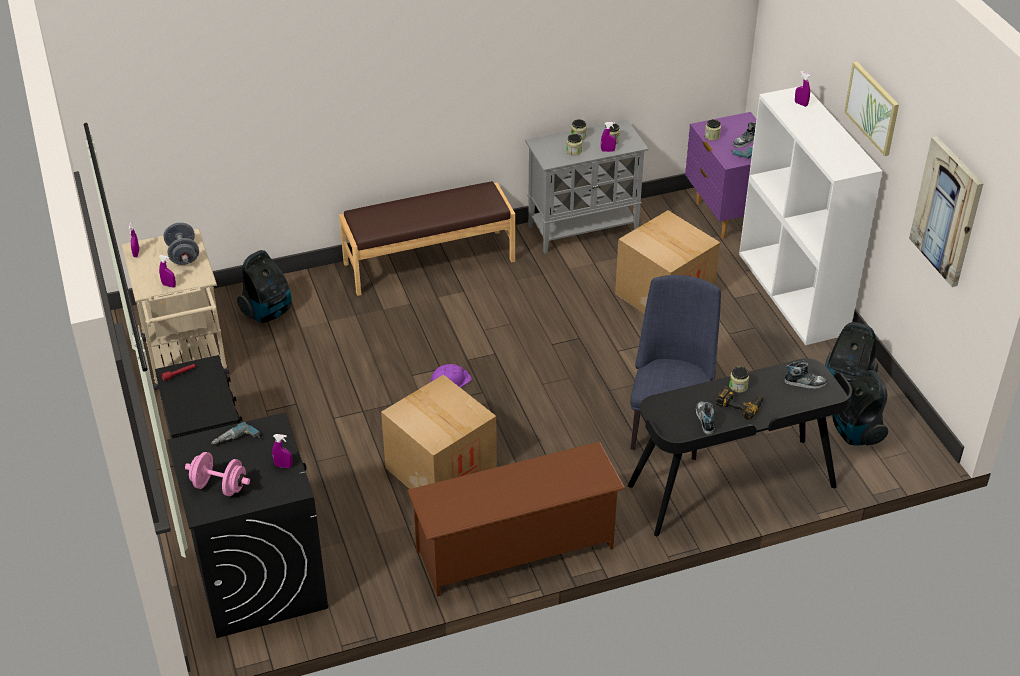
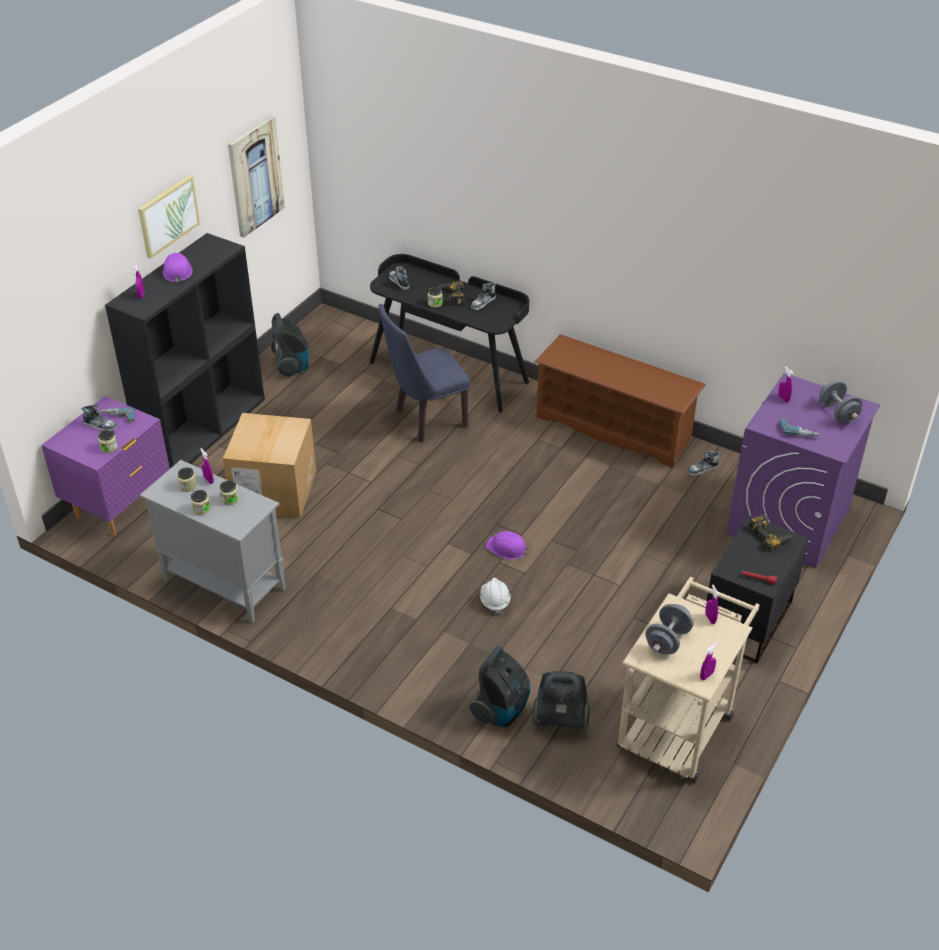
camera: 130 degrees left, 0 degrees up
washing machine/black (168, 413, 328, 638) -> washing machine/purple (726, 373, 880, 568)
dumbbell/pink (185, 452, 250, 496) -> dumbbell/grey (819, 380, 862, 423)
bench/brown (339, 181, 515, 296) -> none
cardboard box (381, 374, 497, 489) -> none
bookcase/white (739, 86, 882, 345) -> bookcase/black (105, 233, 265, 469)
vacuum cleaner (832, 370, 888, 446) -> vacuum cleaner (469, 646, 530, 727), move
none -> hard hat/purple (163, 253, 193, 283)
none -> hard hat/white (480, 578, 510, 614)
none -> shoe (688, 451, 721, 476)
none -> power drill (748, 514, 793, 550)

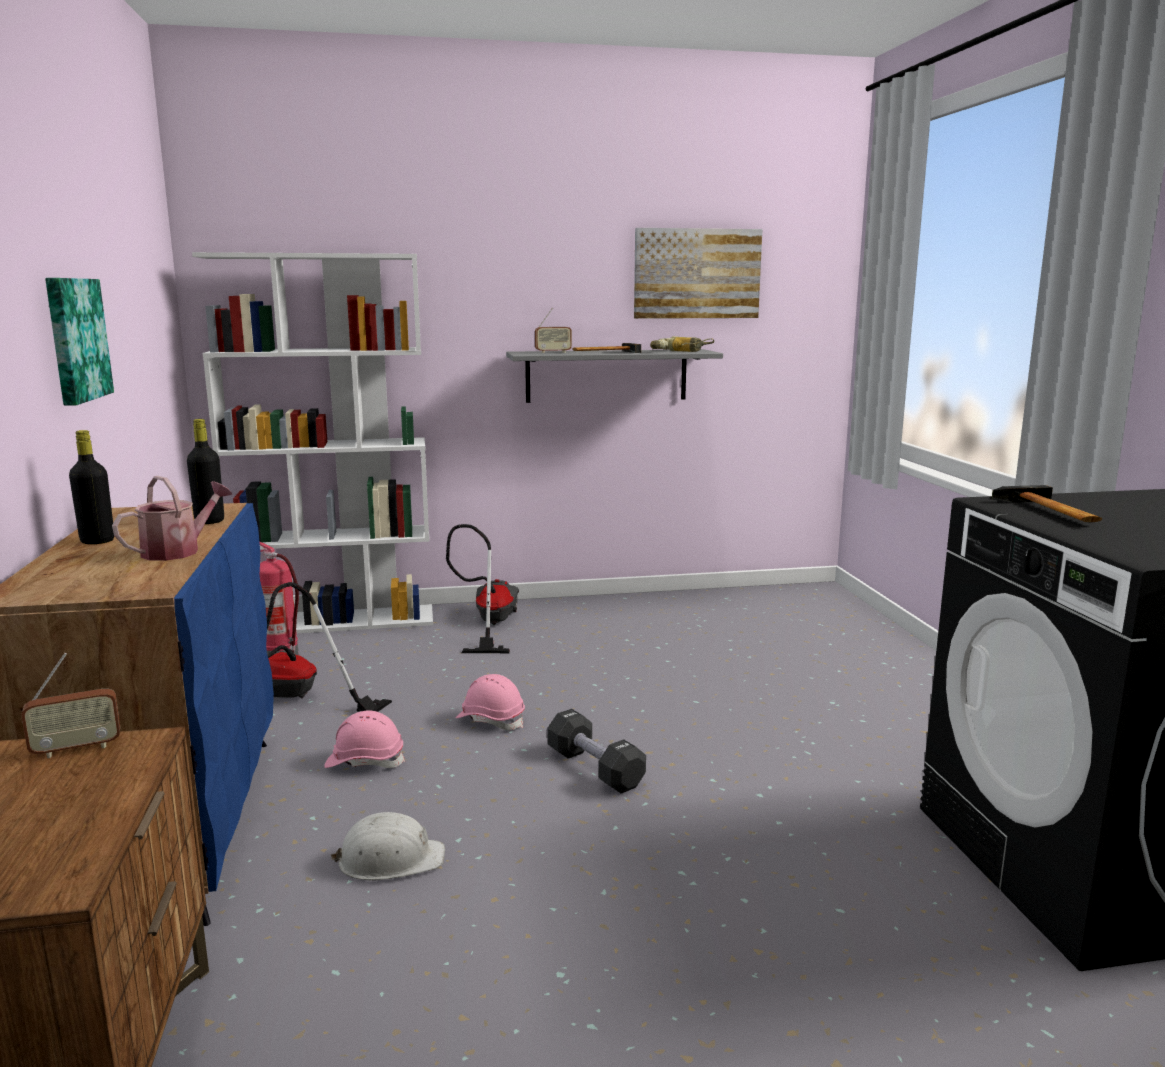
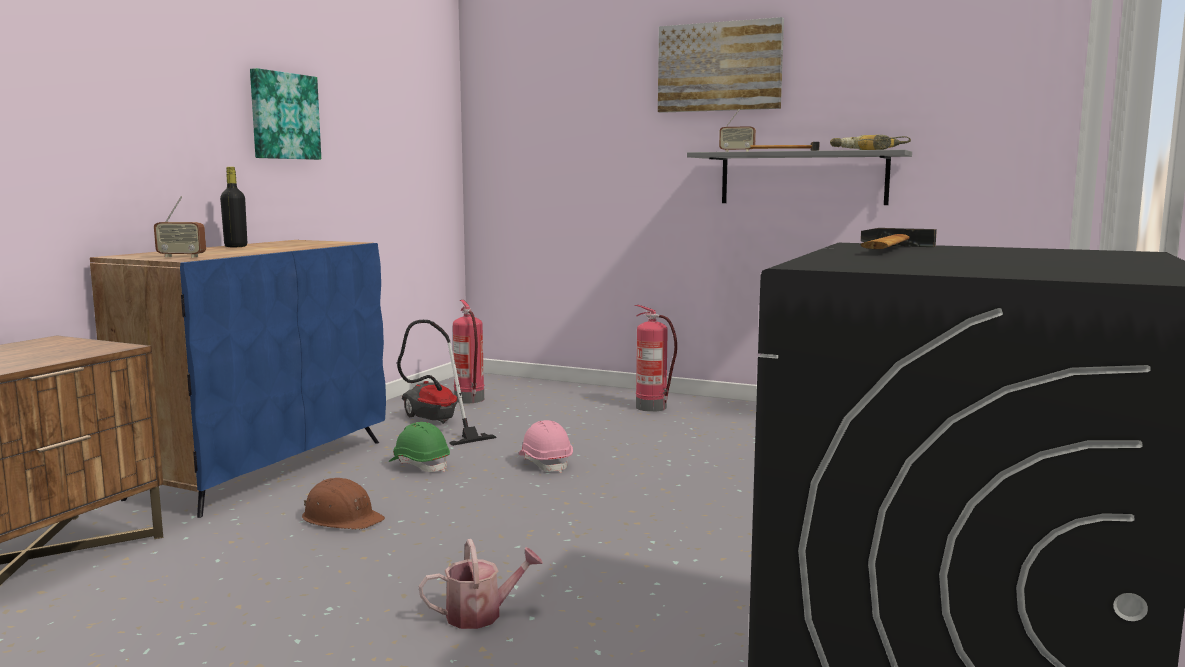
camera: 35 degrees right, 5 degrees down
radio (21, 653, 120, 758) -> radio (154, 196, 206, 258), move
watering can (112, 476, 232, 561) -> watering can (419, 539, 543, 629), move
bottle/black (187, 419, 224, 524) -> none
bookcase/white (192, 252, 433, 633) -> none
hard hat/pink (324, 710, 405, 768) -> hard hat/green (389, 422, 450, 472)
hard hat/white (330, 812, 445, 880) -> hard hat/brown (302, 478, 385, 530)
vacuum cleaner (446, 524, 519, 654) -> fire extinguisher (634, 305, 677, 412)
dumbbell/black (547, 709, 646, 794) -> none
picture (634, 228, 763, 319) -> picture (658, 17, 784, 113), move

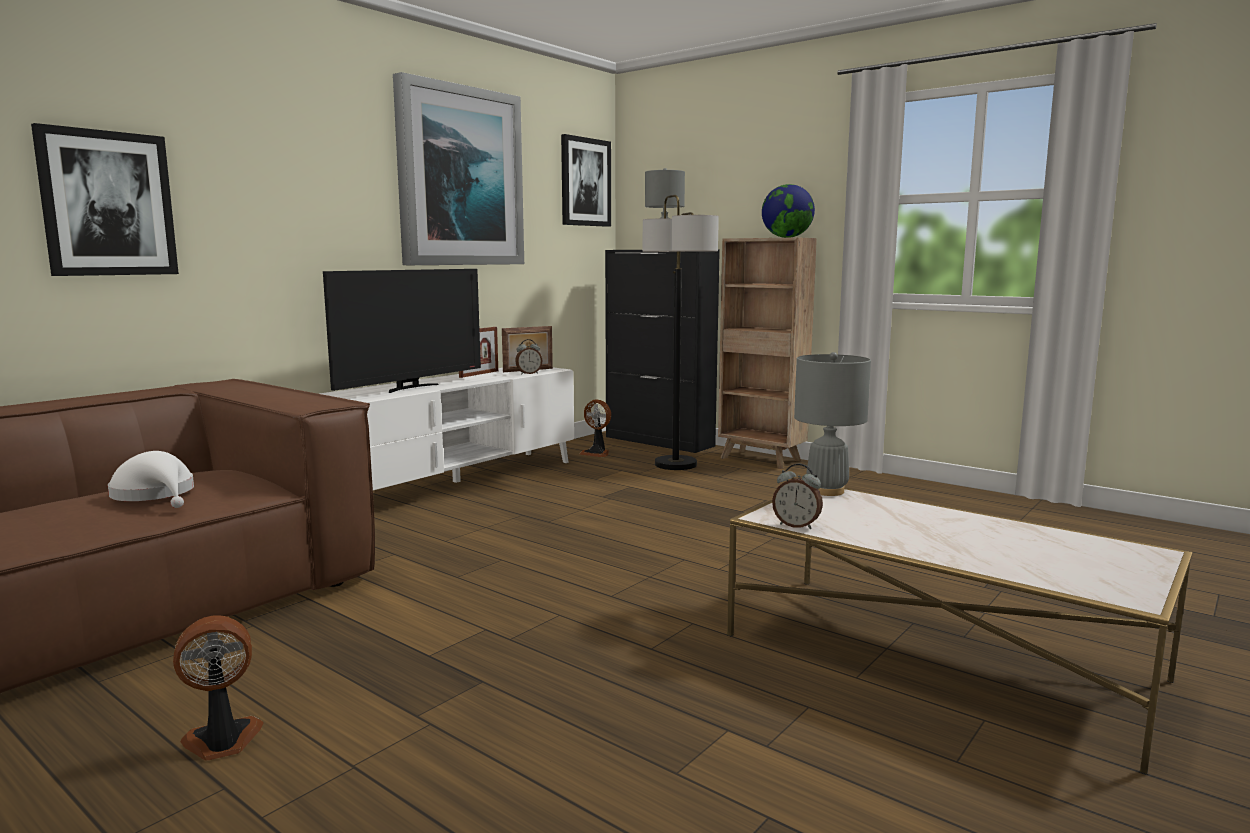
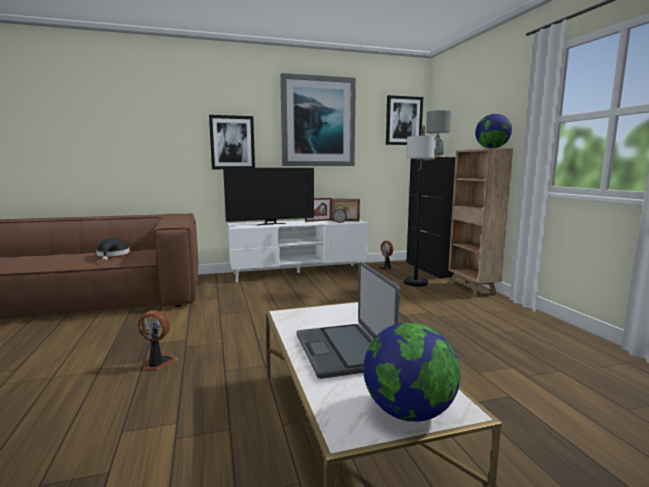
camera: 35 degrees right, 0 degrees up
picture (31, 123, 179, 276) -> picture (209, 115, 255, 169), move
hat/white (108, 451, 194, 508) -> hat/black (96, 238, 130, 261)
fan (173, 615, 263, 761) -> fan (138, 310, 178, 370), move
alarm clock (772, 464, 823, 529) -> none
table lamp/grey (794, 352, 871, 496) -> none
none -> laptop (296, 262, 400, 379)
none -> globe (363, 322, 461, 422)

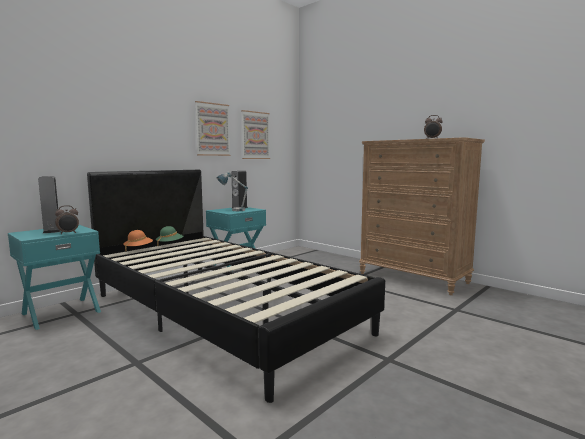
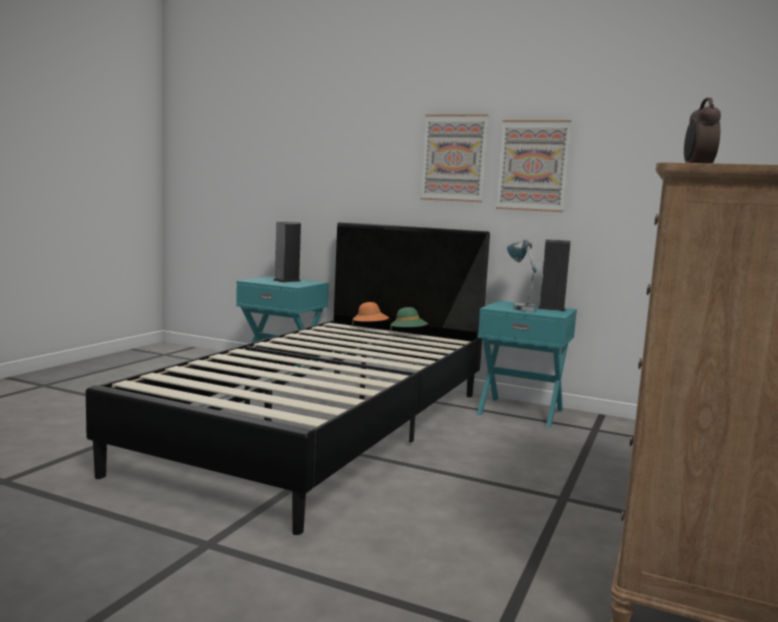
camera: 70 degrees right, 0 degrees up
alarm clock (55, 205, 79, 234) -> none
picture (241, 110, 270, 159) -> picture (421, 114, 488, 202), move

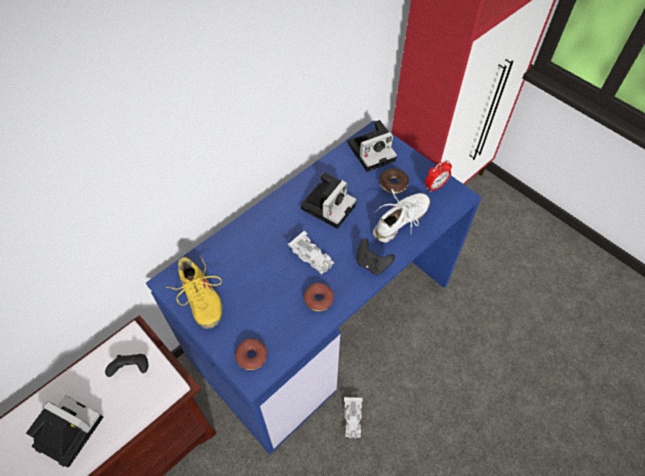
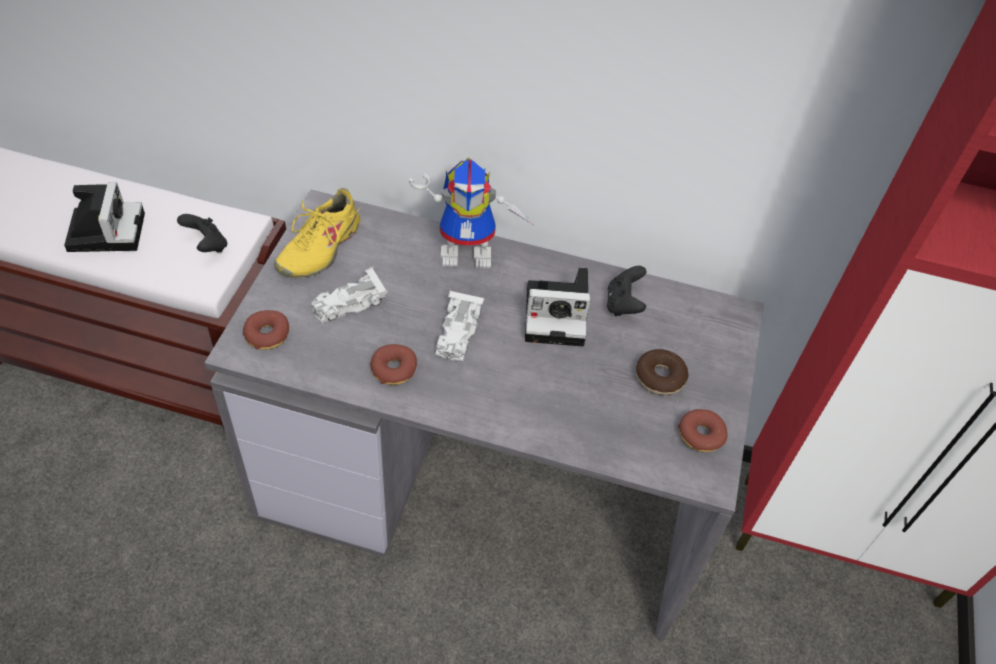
camera: 55 degrees right, 5 degrees down
desk/blue (146, 120, 482, 455) -> desk/grey (204, 190, 764, 640)
toy car/white (344, 397, 363, 439) -> toy car/white (310, 266, 388, 324), move
photo camera (348, 120, 397, 172) -> none
game controller/black (356, 238, 395, 275) -> game controller/black (607, 266, 647, 316), move
shoe/white (373, 189, 430, 243) -> none
alarm clock (425, 160, 452, 193) -> donut (678, 409, 728, 452)
none -> toy robot (409, 157, 534, 268)

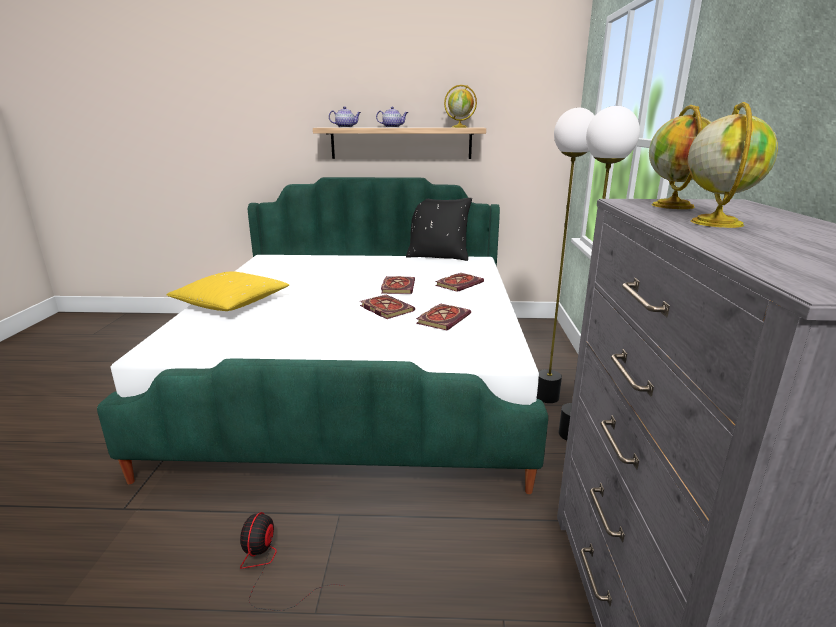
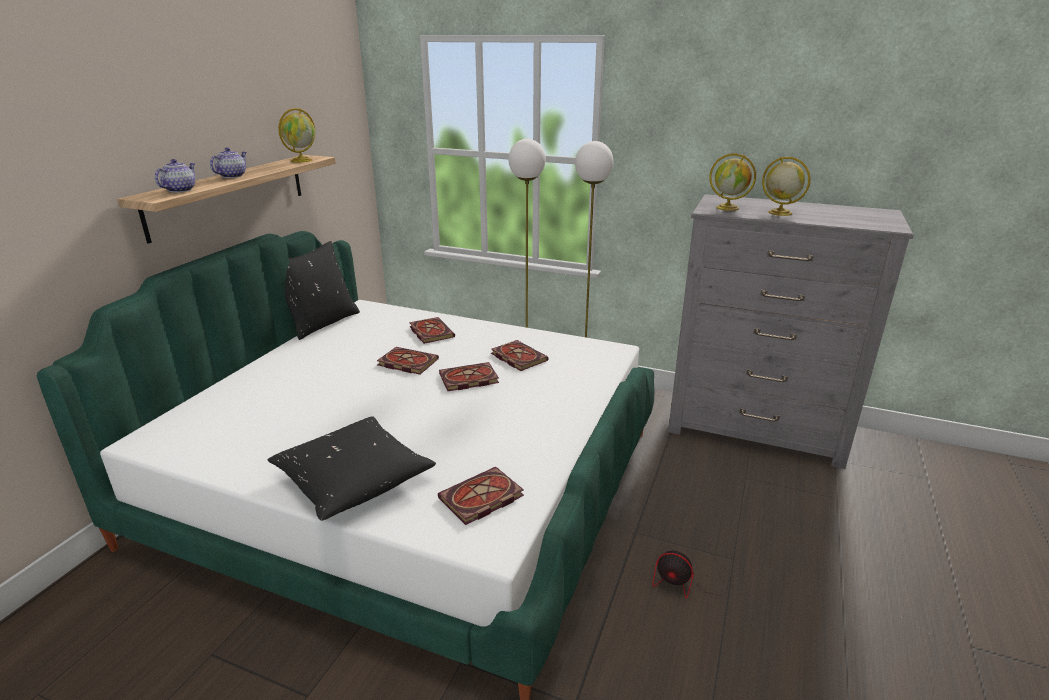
camera: 70 degrees left, 5 degrees up
pillow/yellow (166, 271, 289, 311) -> pillow/black (267, 416, 436, 520)
none -> book (438, 466, 524, 525)

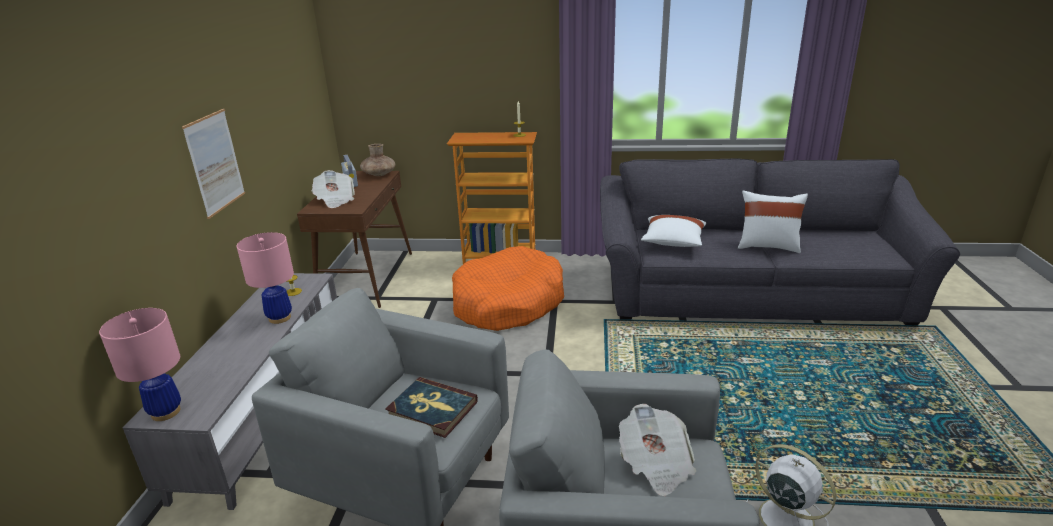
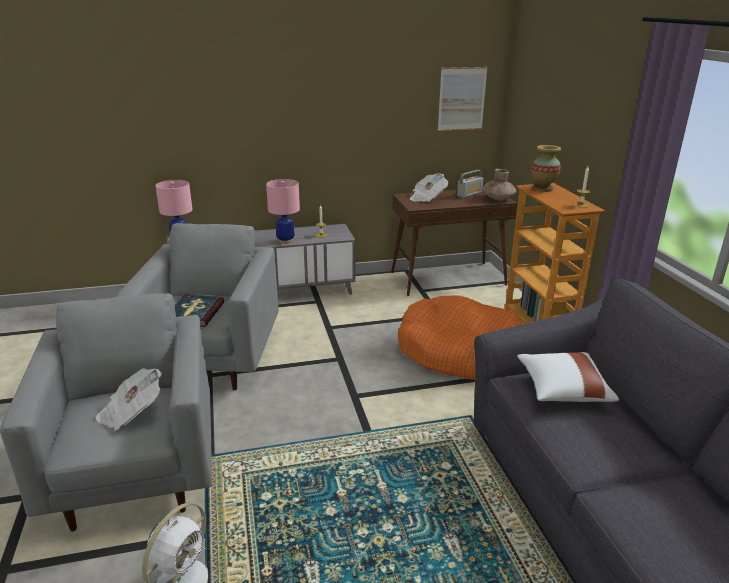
camera: 70 degrees right, 0 degrees up
picture (182, 109, 245, 219) -> picture (438, 67, 488, 131), move
pillow/white (738, 190, 808, 253) -> none
none -> vase (531, 145, 561, 192)

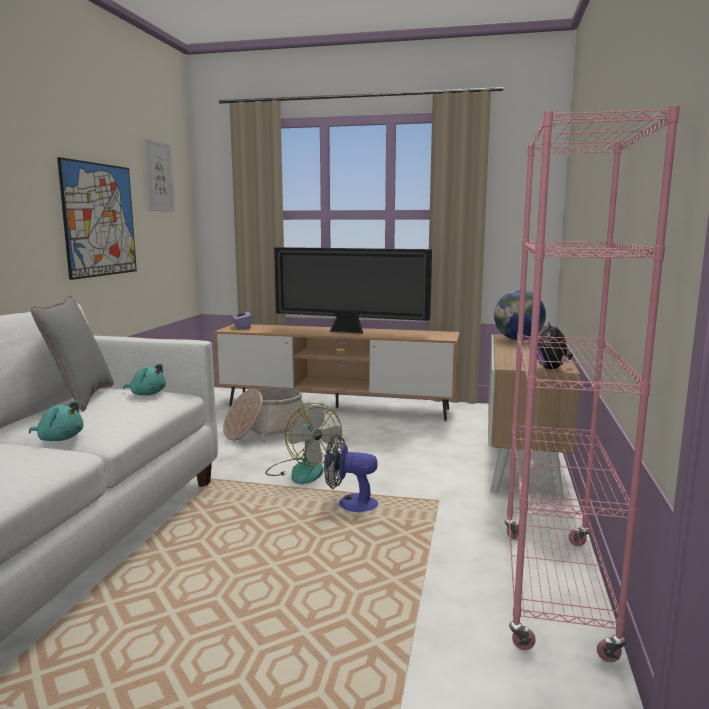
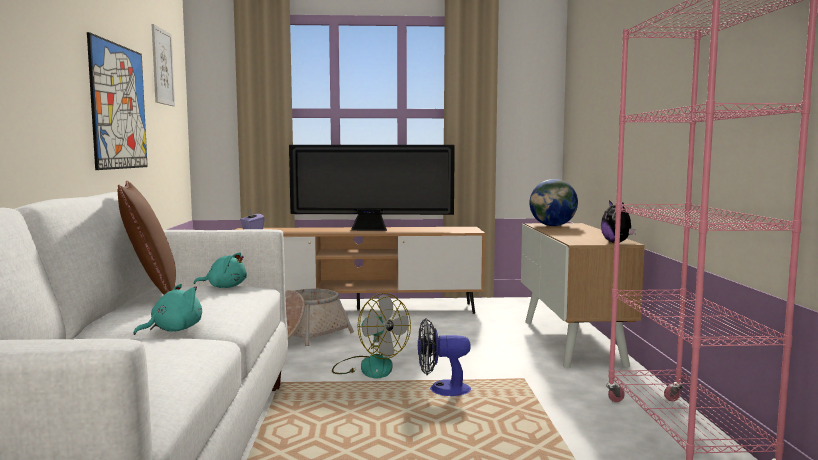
camera: 15 degrees left, 5 degrees down
plush toy/turquoise (29, 400, 84, 441) -> plush toy/turquoise (133, 284, 202, 335), 45 degrees counterclockwise
pillow/grey (30, 295, 114, 411) -> pillow/brown (118, 180, 176, 295)

